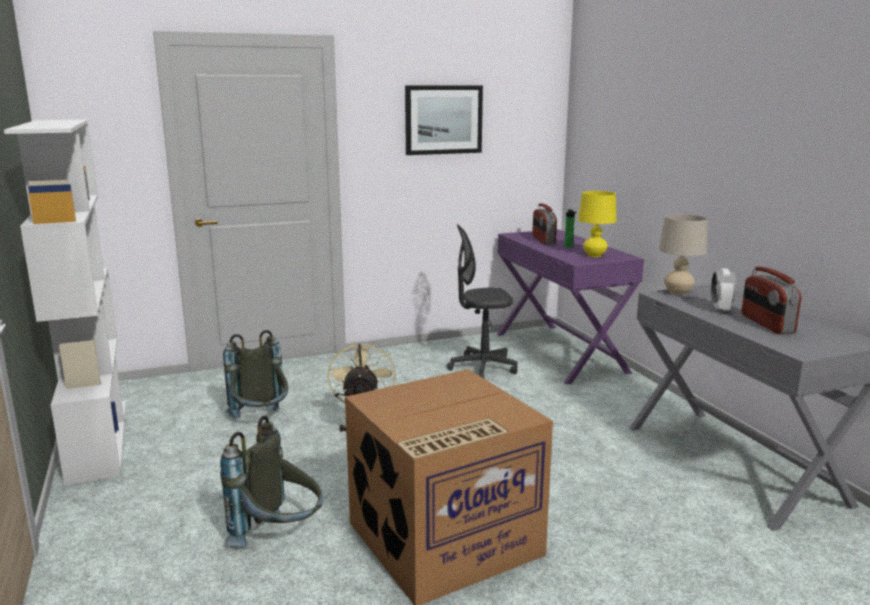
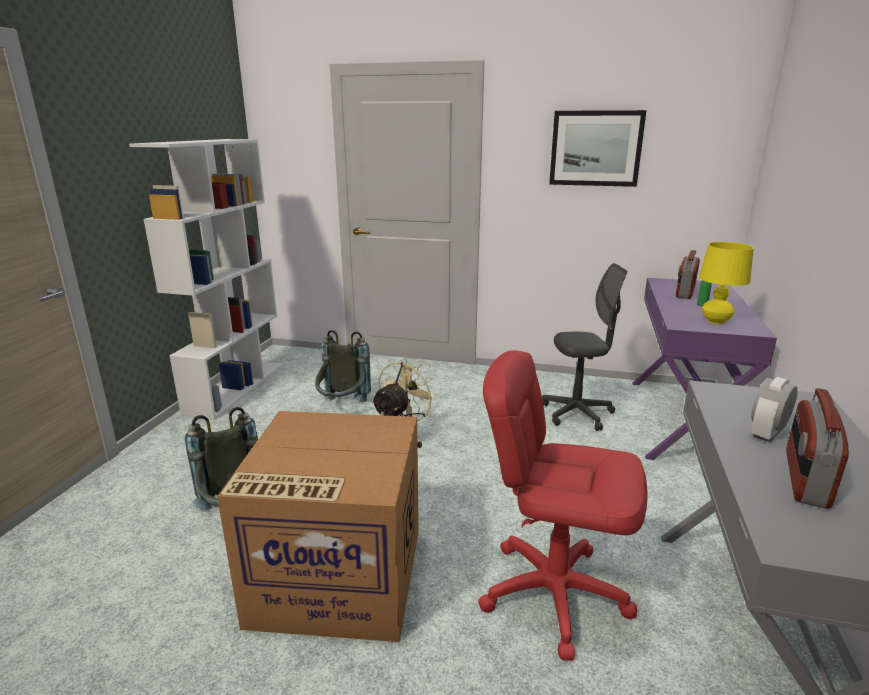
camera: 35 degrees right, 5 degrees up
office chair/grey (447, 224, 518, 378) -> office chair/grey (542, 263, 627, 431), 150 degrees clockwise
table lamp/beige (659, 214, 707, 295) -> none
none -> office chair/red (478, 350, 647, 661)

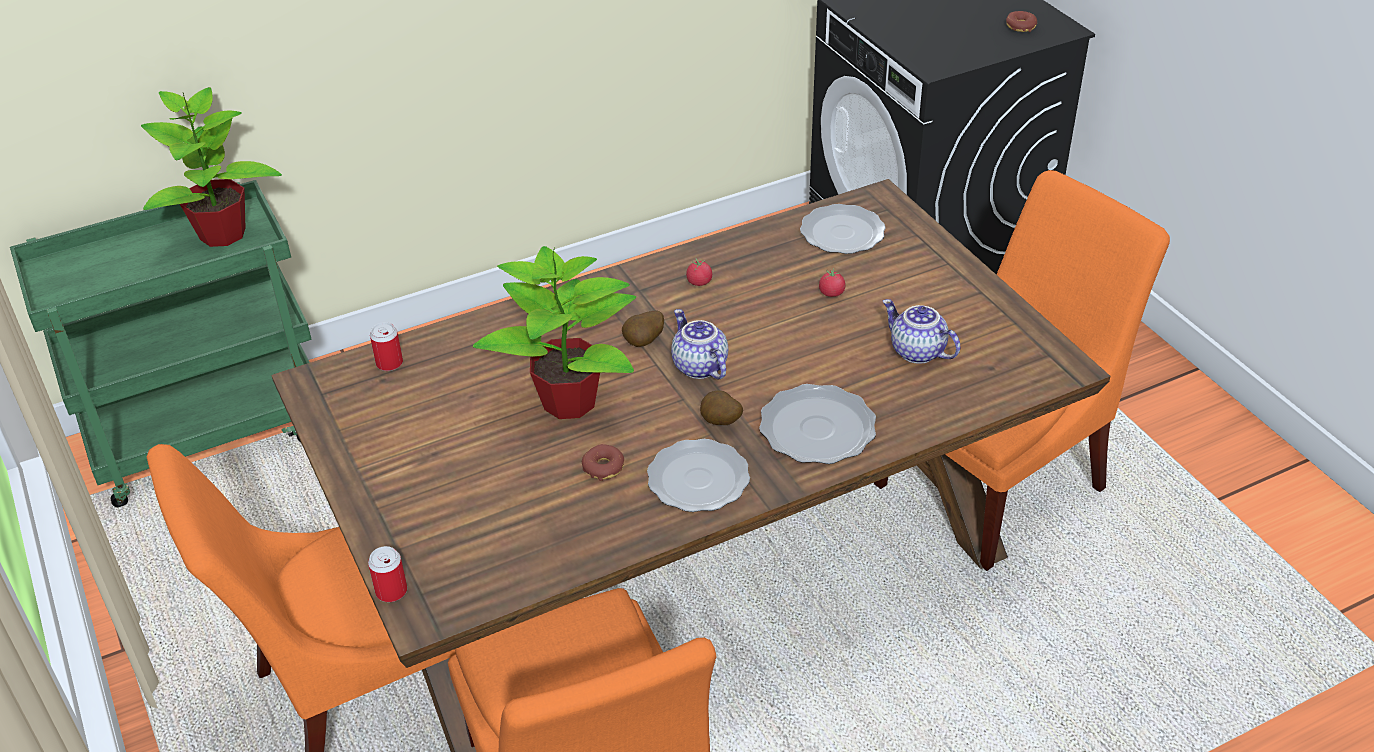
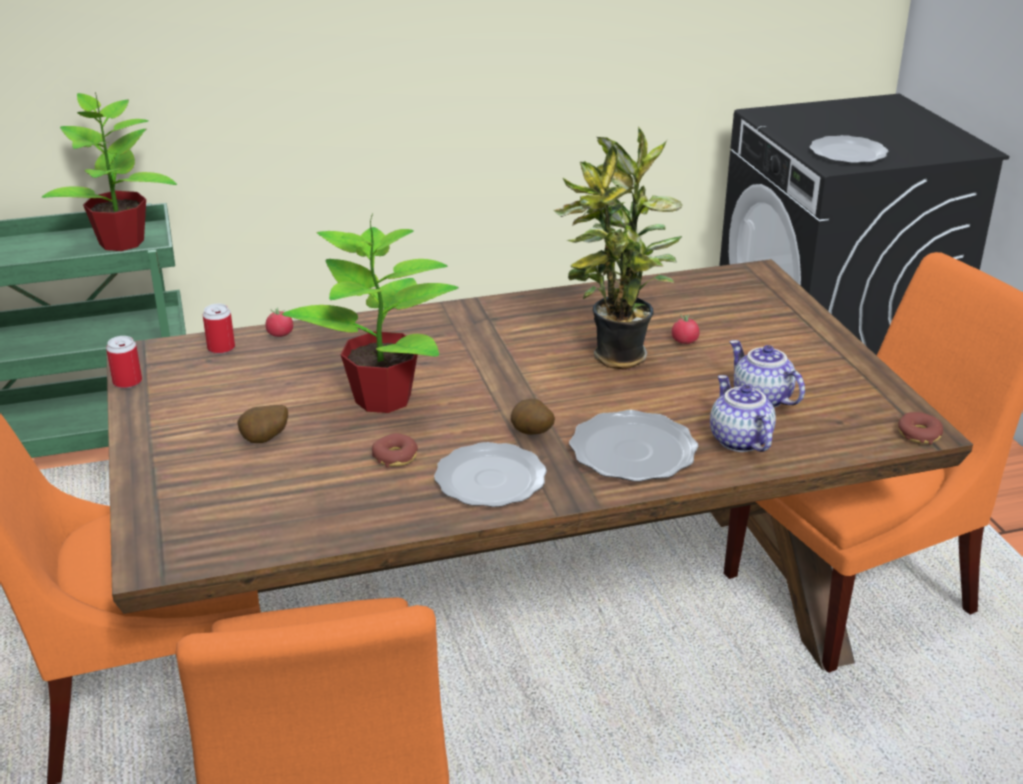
camera: 10 degrees right, 10 degrees down
can (368, 546, 407, 602) -> can (106, 336, 142, 388), move
potato (622, 311, 664, 347) -> potato (237, 405, 288, 443), move
teapot (671, 309, 728, 380) -> teapot (710, 375, 776, 452), move
tomato (686, 257, 712, 286) -> tomato (265, 307, 293, 337), move
plate (800, 204, 886, 254) -> plate (810, 135, 888, 164), move
donut (1006, 11, 1037, 32) -> donut (898, 412, 943, 445), move
none -> potted plant (553, 126, 682, 370)

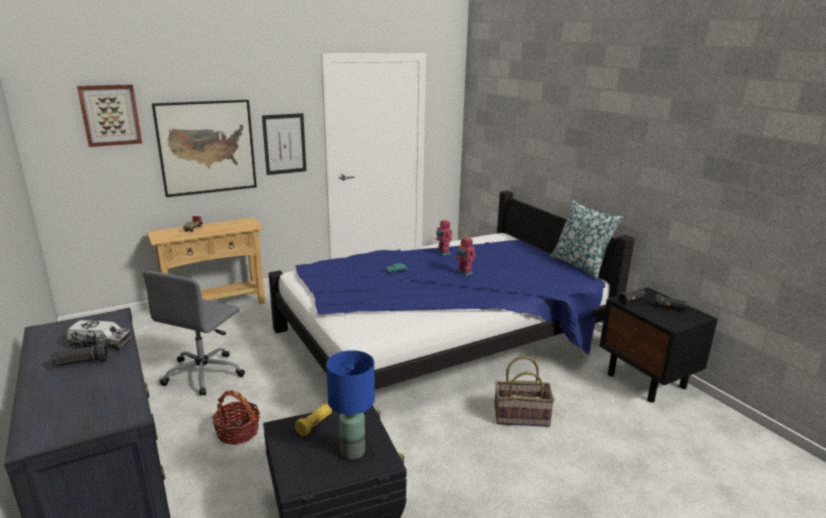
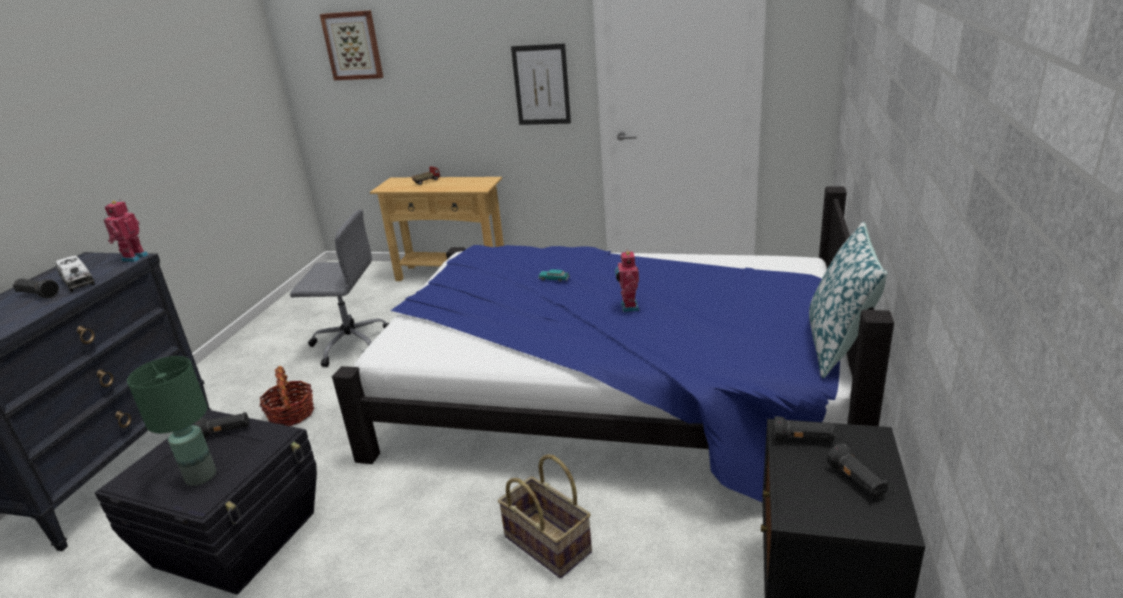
camera: 45 degrees right, 5 degrees up
office chair/grey (143, 271, 245, 396) -> office chair/grey (290, 209, 389, 367), 150 degrees counterclockwise
picture (152, 100, 257, 197) -> none
flashlight/yellow (295, 403, 332, 436) -> flashlight/black (195, 412, 249, 438)
table lamp/blue (326, 350, 375, 460) -> table lamp/green (127, 356, 216, 486)
toy robot (436, 220, 452, 256) -> toy robot (104, 199, 148, 262), move

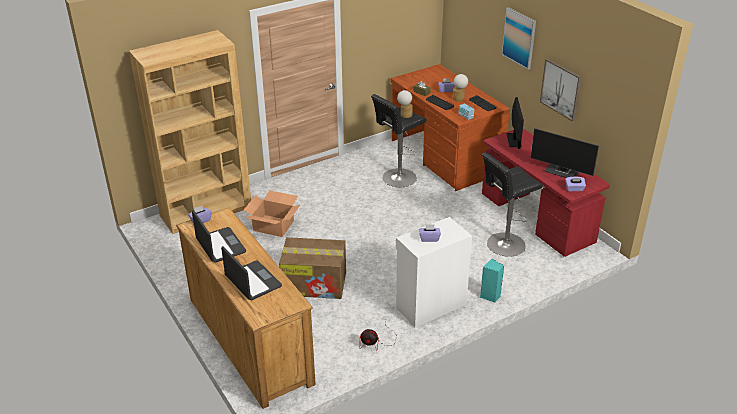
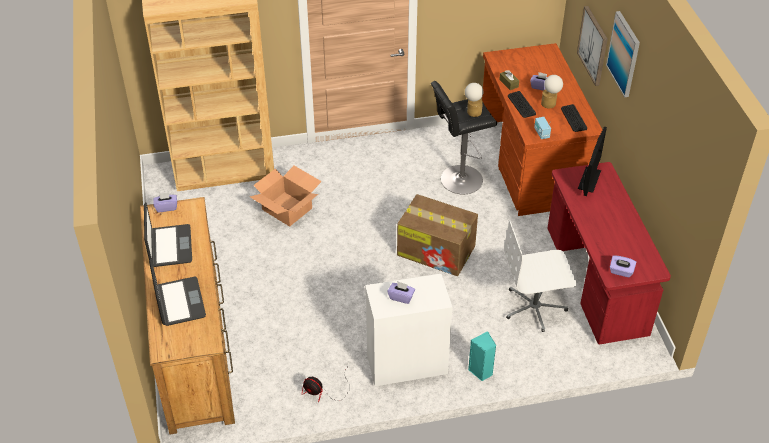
camera: 20 degrees right, 10 degrees up
cardboard box (279, 237, 346, 299) -> cardboard box (397, 194, 478, 276), move
stool/black (482, 152, 543, 257) -> office chair/white (504, 220, 577, 332)
monitor (530, 128, 599, 178) -> none
picture (540, 59, 582, 121) -> picture (577, 6, 608, 86), move

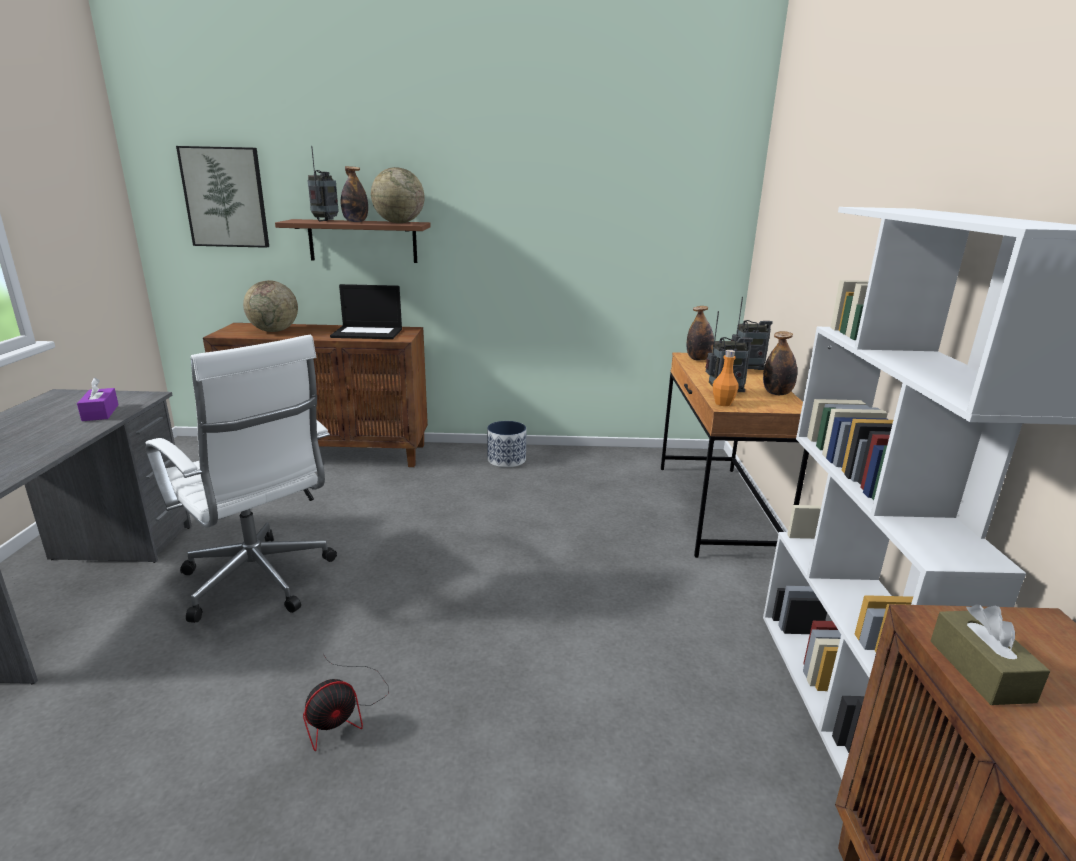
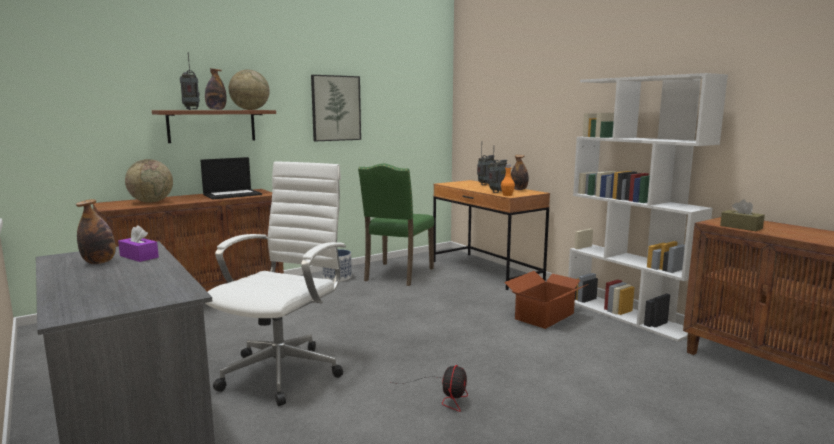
camera: 35 degrees left, 10 degrees down
office chair/white (145, 335, 337, 623) -> office chair/white (205, 161, 346, 406), 75 degrees counterclockwise
picture (176, 146, 269, 248) -> picture (311, 75, 361, 141), move
bottle (687, 306, 714, 360) -> bottle (76, 199, 116, 264), move
none -> chair/green (358, 163, 434, 286)
none -> cardboard box (504, 271, 589, 329)

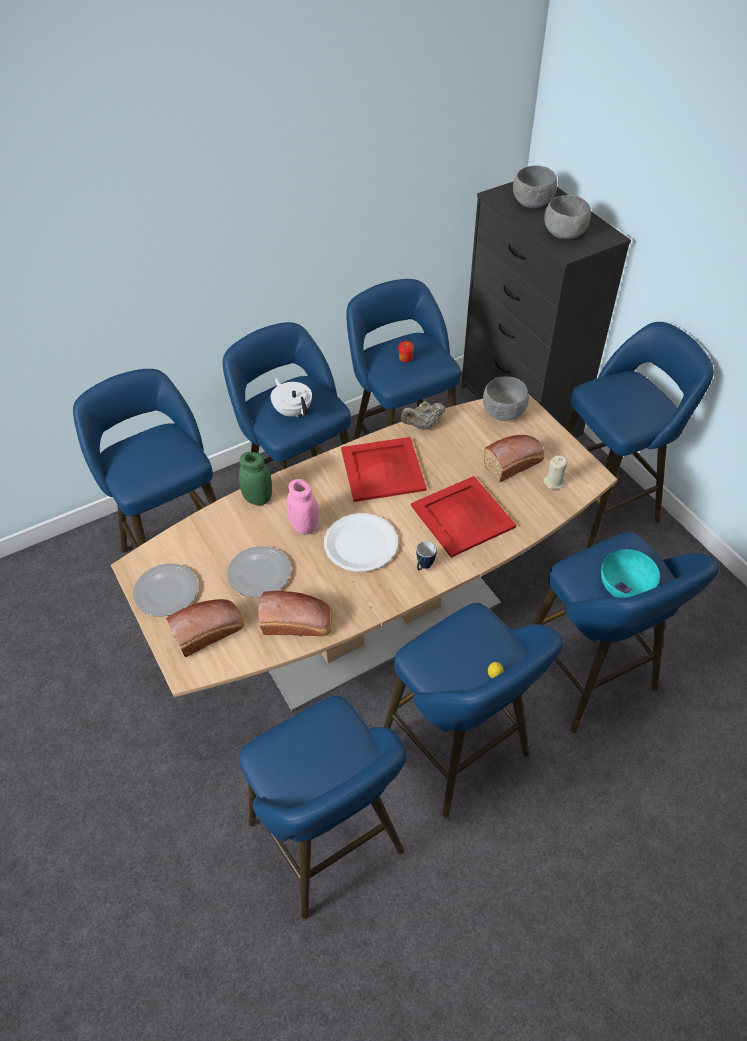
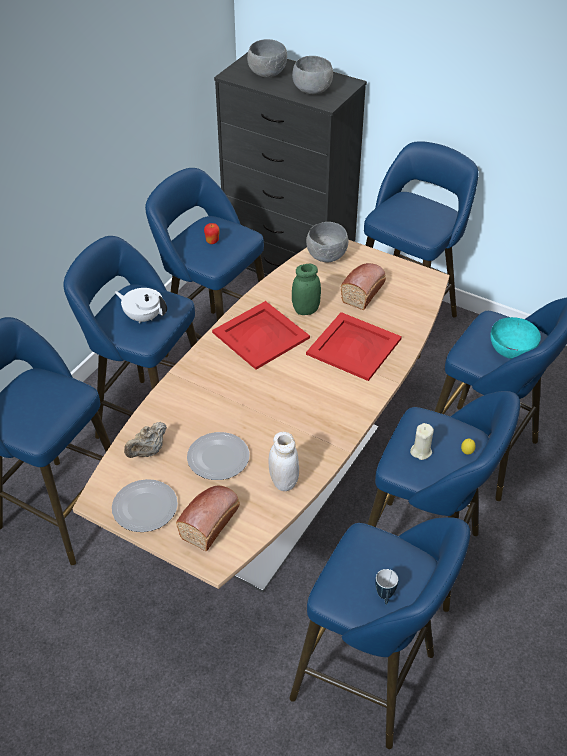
camera: 30 degrees left, 5 degrees down
jar/green (239, 452, 272, 505) -> jar/green (292, 264, 321, 315), move
bread (258, 591, 332, 636) -> jar/white (269, 432, 299, 491)
jar/pink (286, 479, 319, 535) -> none
plate/white (324, 513, 398, 572) -> none
teapot/beige (401, 401, 445, 430) -> teapot/beige (124, 422, 167, 458), move
mug (416, 541, 437, 570) -> mug (375, 569, 398, 605), move
candle/beige (543, 455, 567, 489) -> candle/beige (410, 423, 434, 460), move

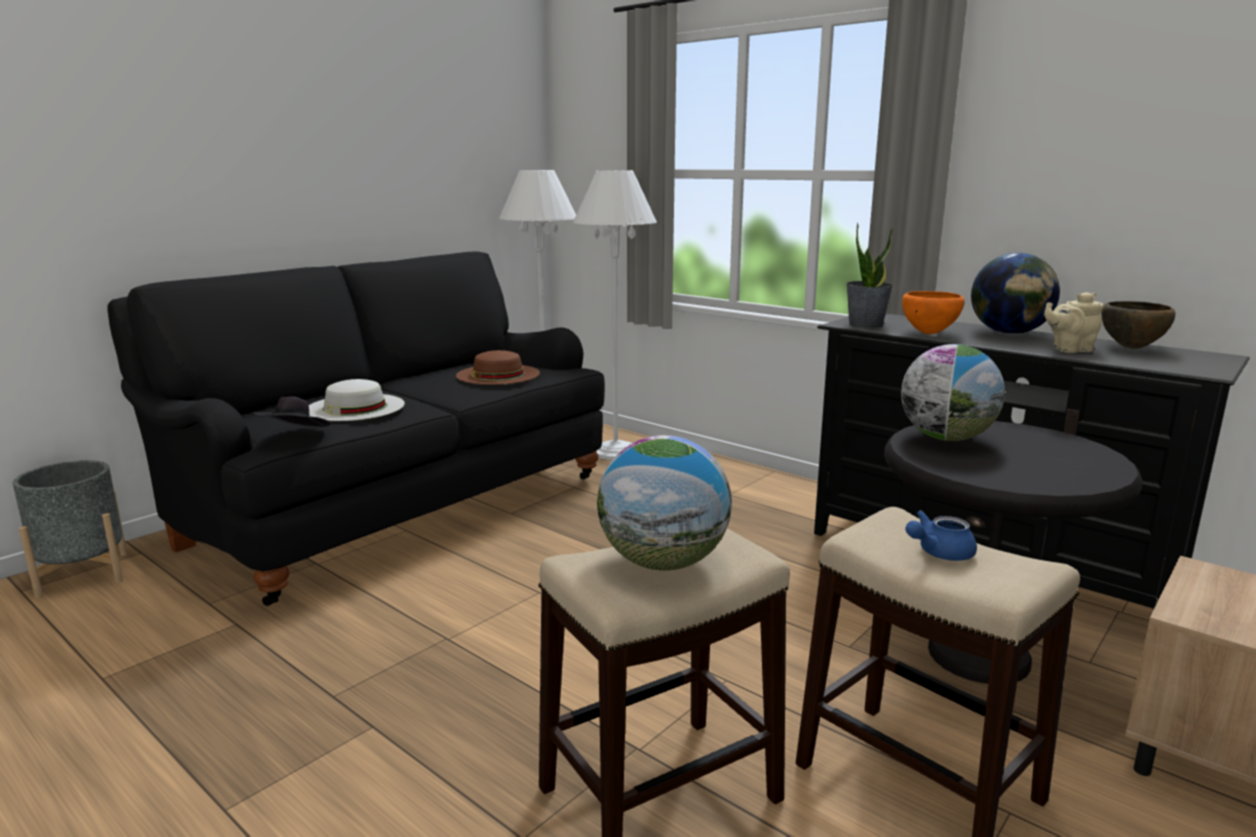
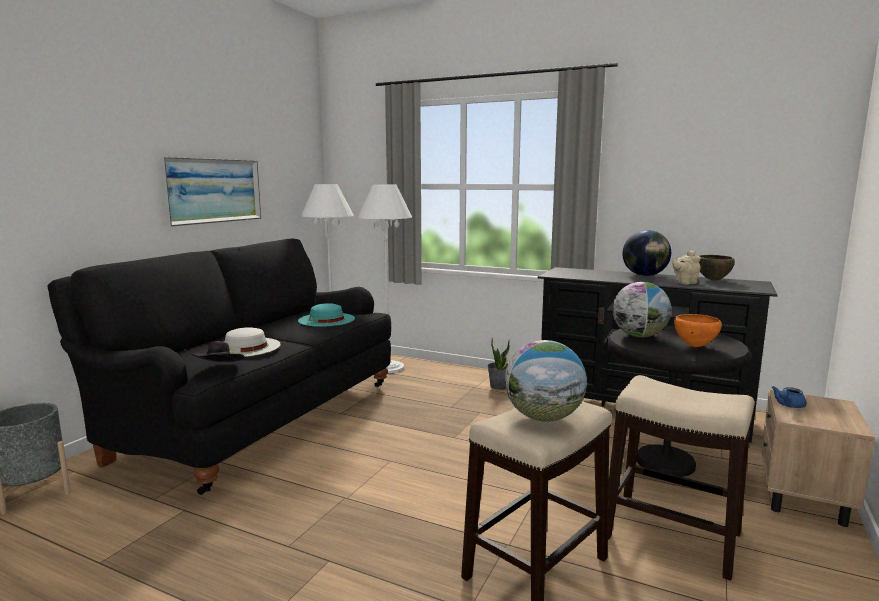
camera: 15 degrees left, 5 degrees down
hat/brown (456, 350, 540, 385) -> hat/turquoise (298, 303, 355, 327)
potted plant (846, 223, 893, 328) -> potted plant (488, 338, 510, 390), move
bowl/orange (902, 291, 965, 334) -> bowl/orange (674, 314, 722, 347), move
teapot/blue (905, 510, 977, 561) -> teapot/blue (771, 386, 807, 408), move
none -> picture (160, 157, 261, 227)

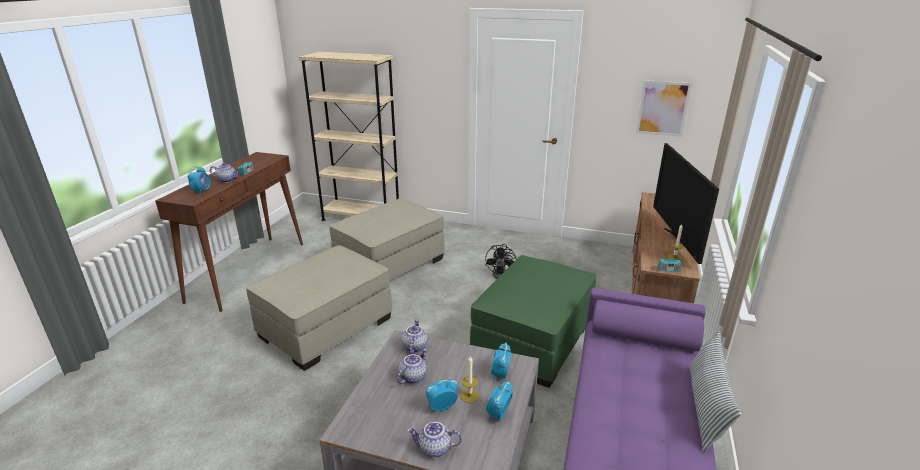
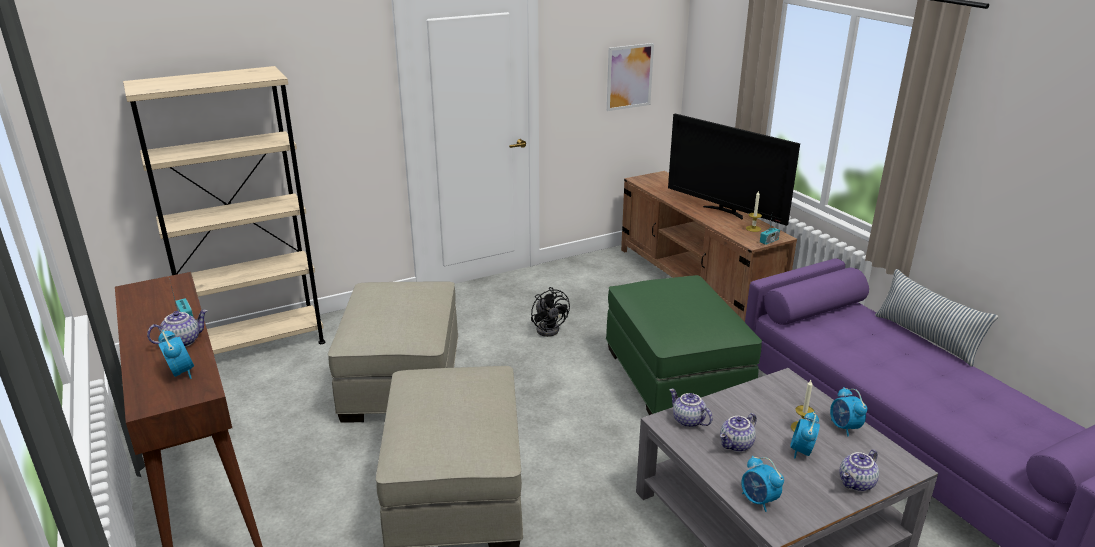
camera: 45 degrees left, 0 degrees up
teapot (397, 349, 427, 384) -> teapot (720, 413, 757, 452), 120 degrees counterclockwise
alarm clock (491, 343, 511, 382) -> alarm clock (741, 456, 784, 512), move

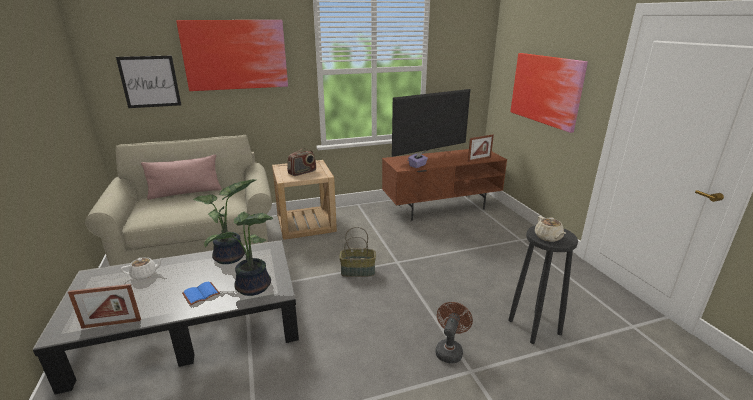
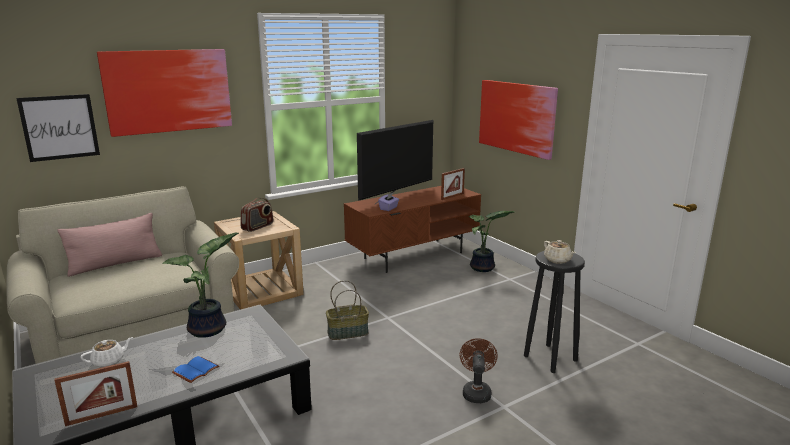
camera: 15 degrees left, 5 degrees down
potted plant (204, 212, 274, 296) -> potted plant (468, 211, 514, 272), move

